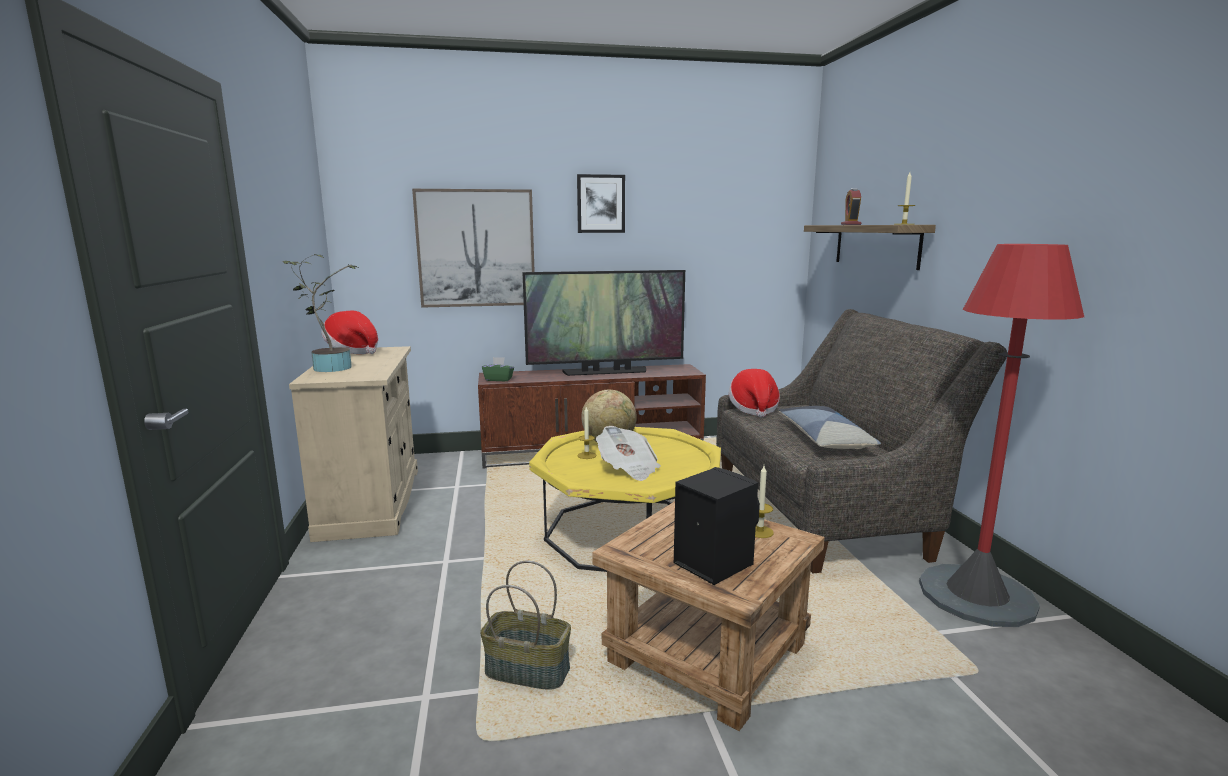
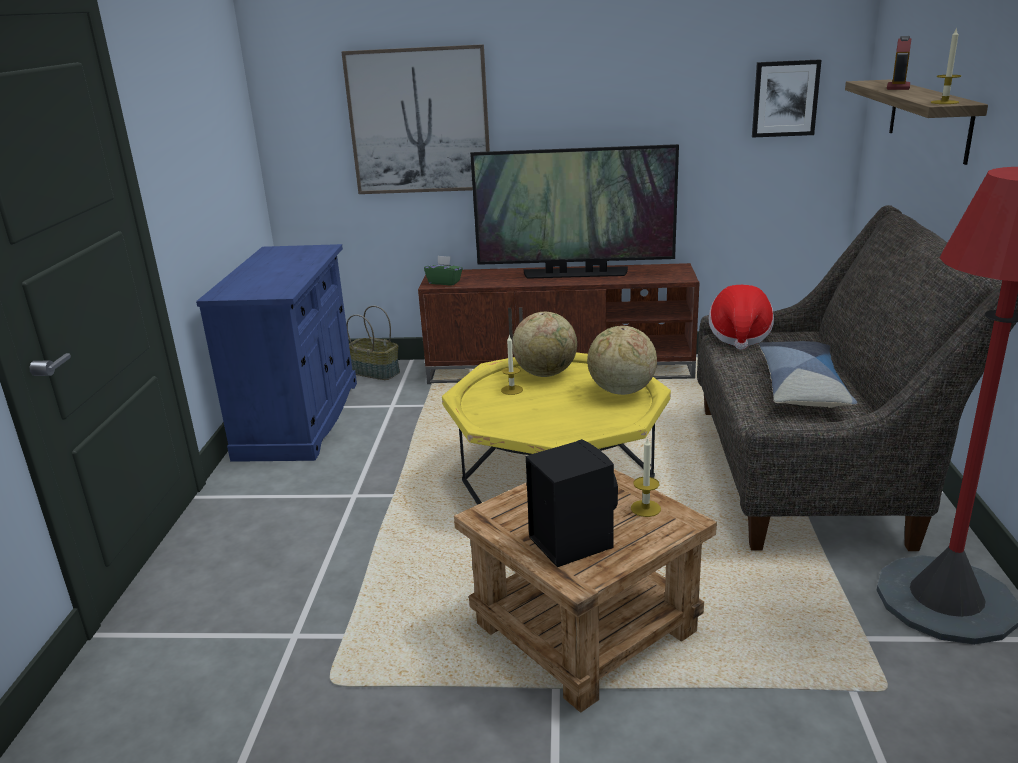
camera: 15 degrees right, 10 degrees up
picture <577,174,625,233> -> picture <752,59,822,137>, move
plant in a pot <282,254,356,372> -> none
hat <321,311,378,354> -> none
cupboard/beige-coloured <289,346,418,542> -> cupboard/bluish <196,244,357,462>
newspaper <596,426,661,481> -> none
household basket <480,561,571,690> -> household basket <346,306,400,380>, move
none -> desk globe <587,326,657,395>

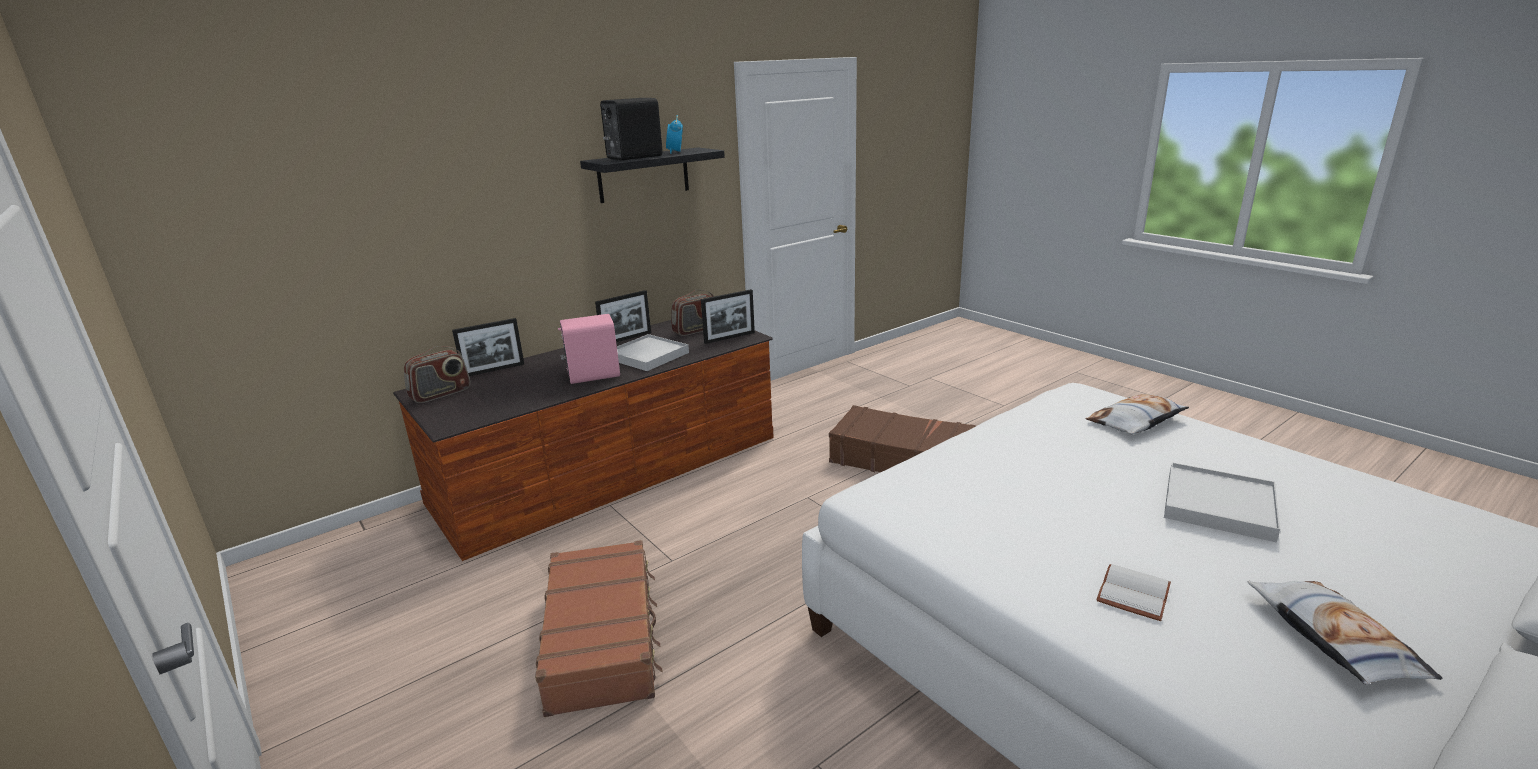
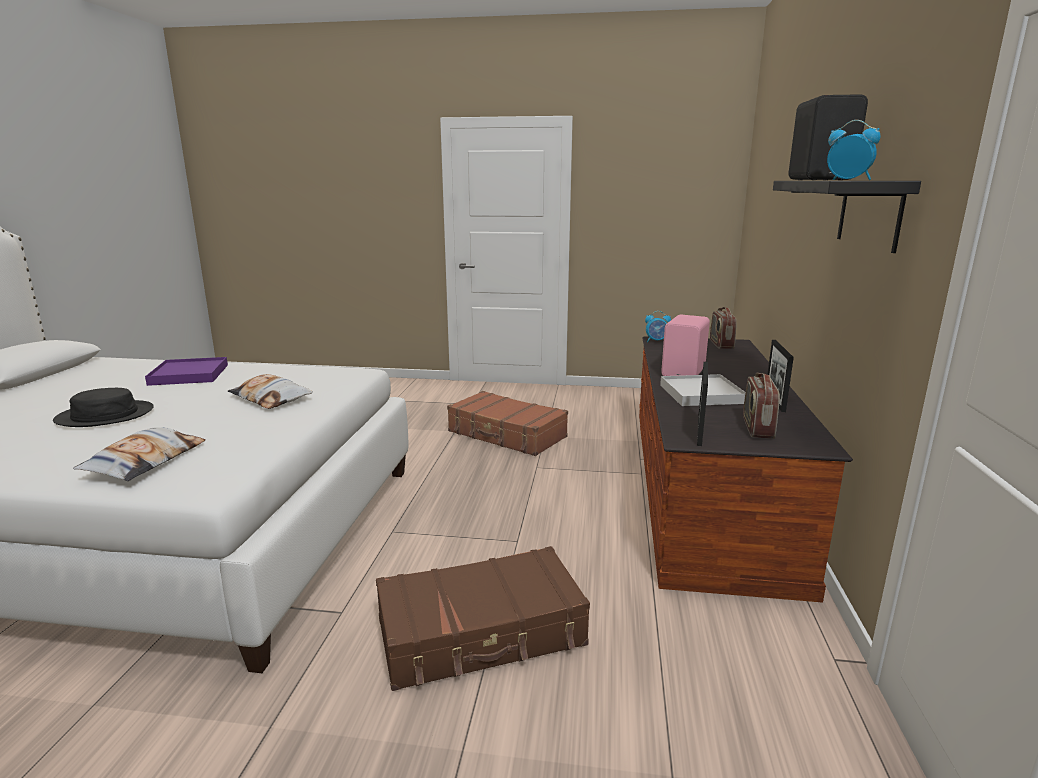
camera: 135 degrees right, 5 degrees down
standing frame <452,318,525,376> -> none
tray/white-coloured <1164,462,1280,542> -> hat/black <53,388,154,427>
bound book/white-coloured <1096,564,1171,621> -> tray/purplish <145,357,228,386>
cushion <1248,581,1443,685> -> cushion <227,374,313,409>, move
none -> bedside clock <645,311,671,342>

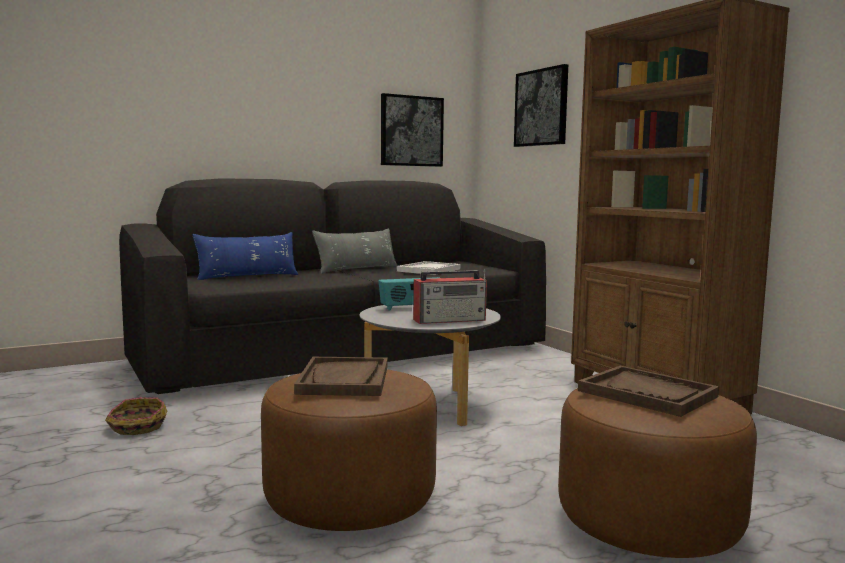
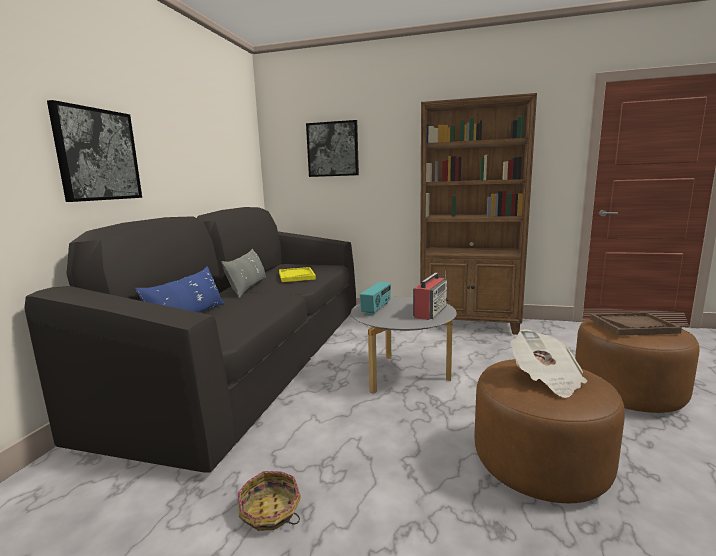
camera: 45 degrees left, 5 degrees up
picture <381,93,444,167> -> picture <47,100,142,202>, move
tray/white-coloured <397,261,460,275> -> tray/yellow <279,267,316,282>
tray/brown <294,357,388,396> -> newspaper <510,329,587,398>

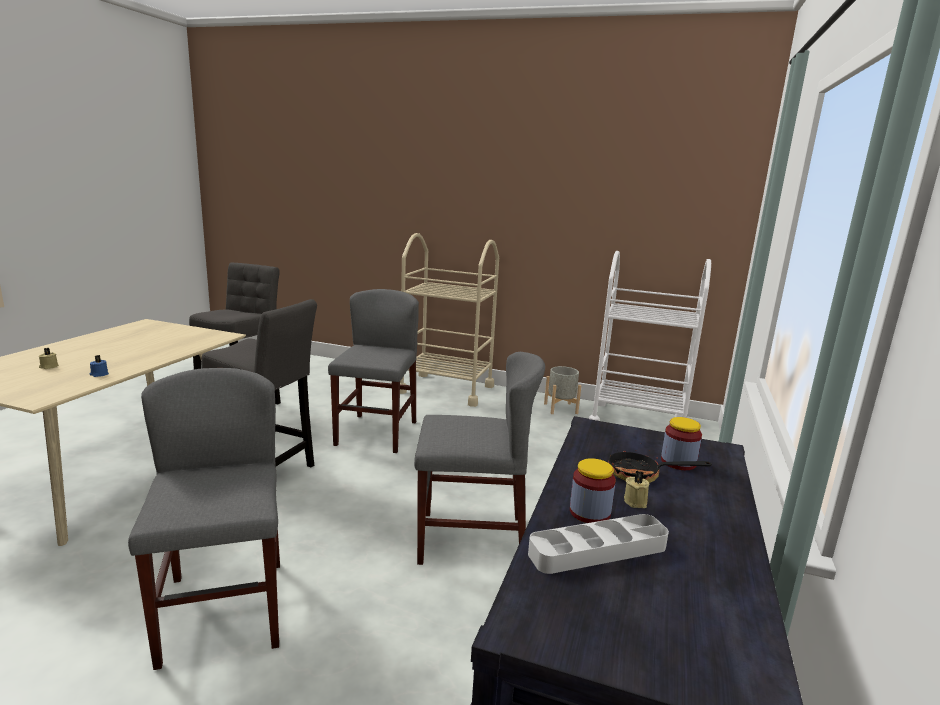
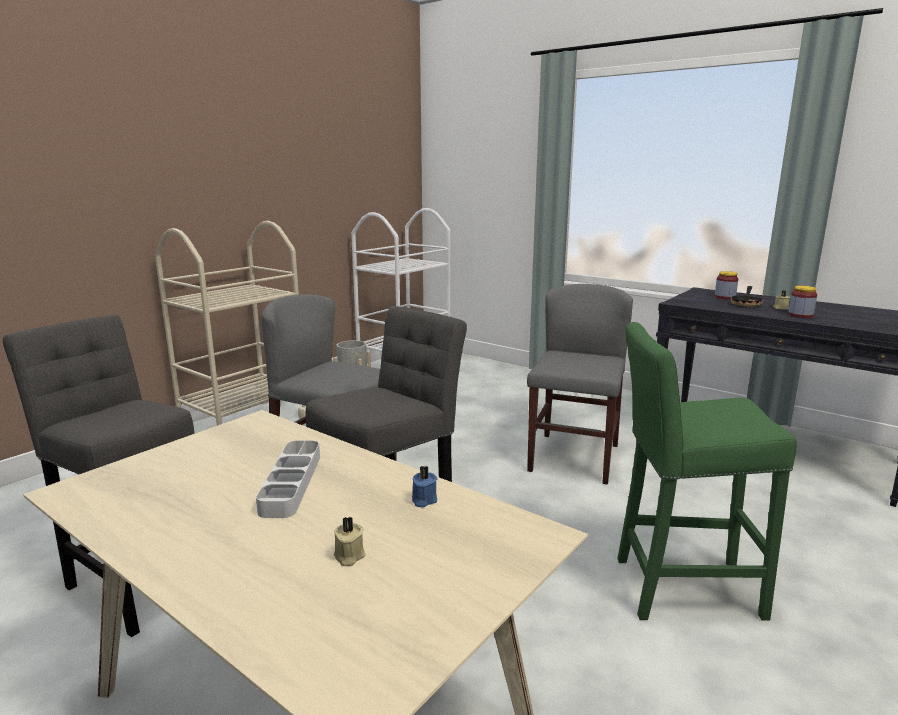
camera: 70 degrees left, 0 degrees up
upright chair/grey <128,368,280,670> -> sitting stool/green <617,322,796,621>
tray/grey <528,514,669,574> -> tray/grey <256,441,320,518>, move

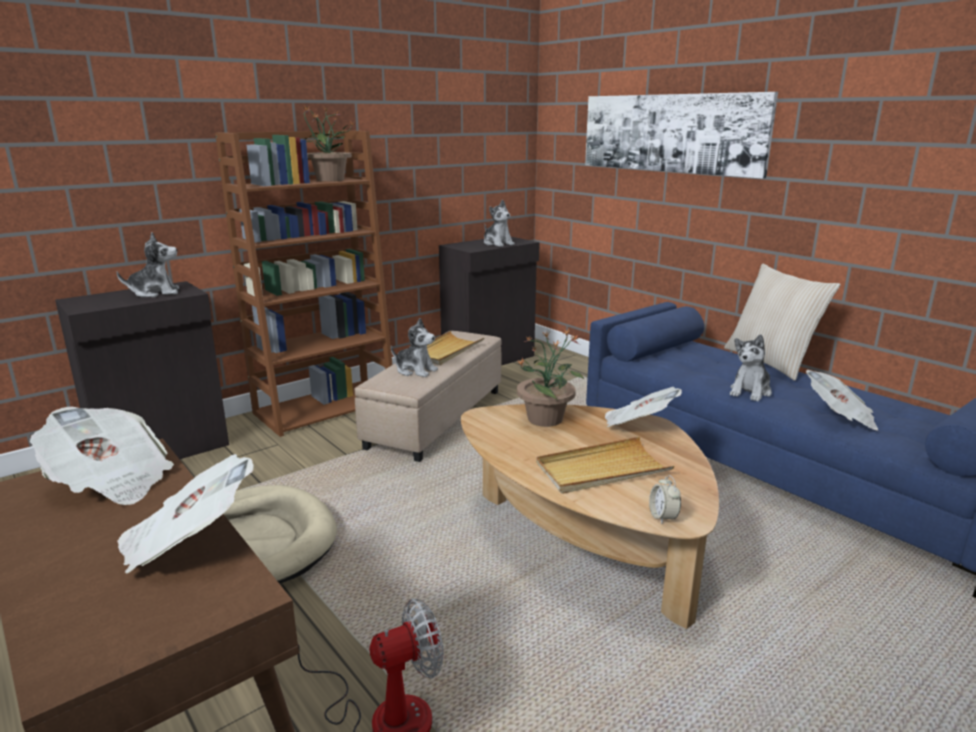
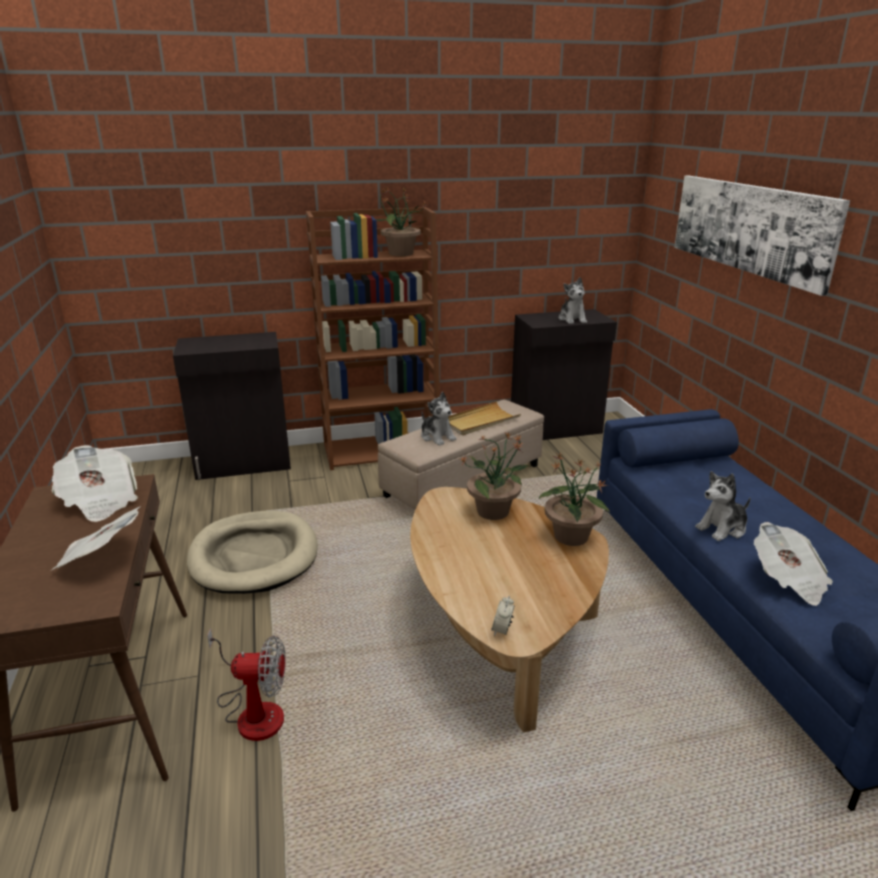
camera: 25 degrees right, 5 degrees up
cuddly toy <116,232,179,297> -> none
cushion/beige-coloured <724,264,841,381> -> none
newspaper <605,387,682,427> -> plant in a pot <539,452,610,546>
tray/beige-coloured <536,437,675,494> -> none

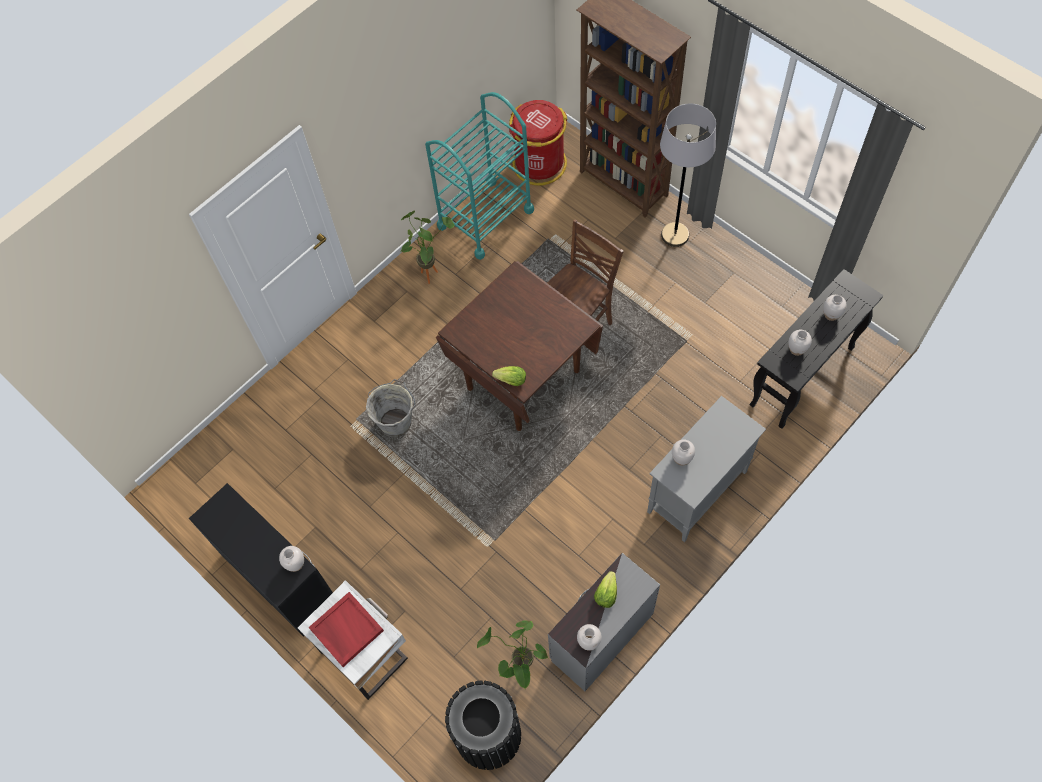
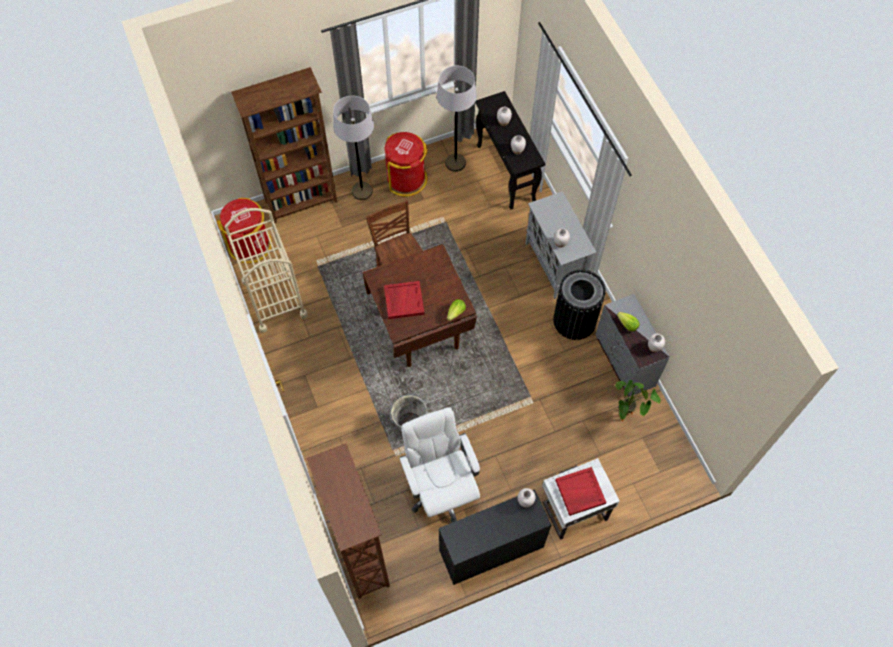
camera: 70 degrees left, 0 degrees up
trolley/turquoise-coloured <425,92,534,260> -> trolley/beige-coloured <225,208,308,333>
plant in a pot <401,211,455,284> -> none
waste bin/black <445,680,521,770> -> waste bin/black <553,269,606,340>, move
none -> standard lamp/grey <437,66,477,172>
none -> waste bin/reddish <385,132,428,196>
none -> tray/reddish <384,281,424,319>
none -> computer chair/white-coloured <399,407,480,523>
none -> shelving unit/brown <307,443,390,599>

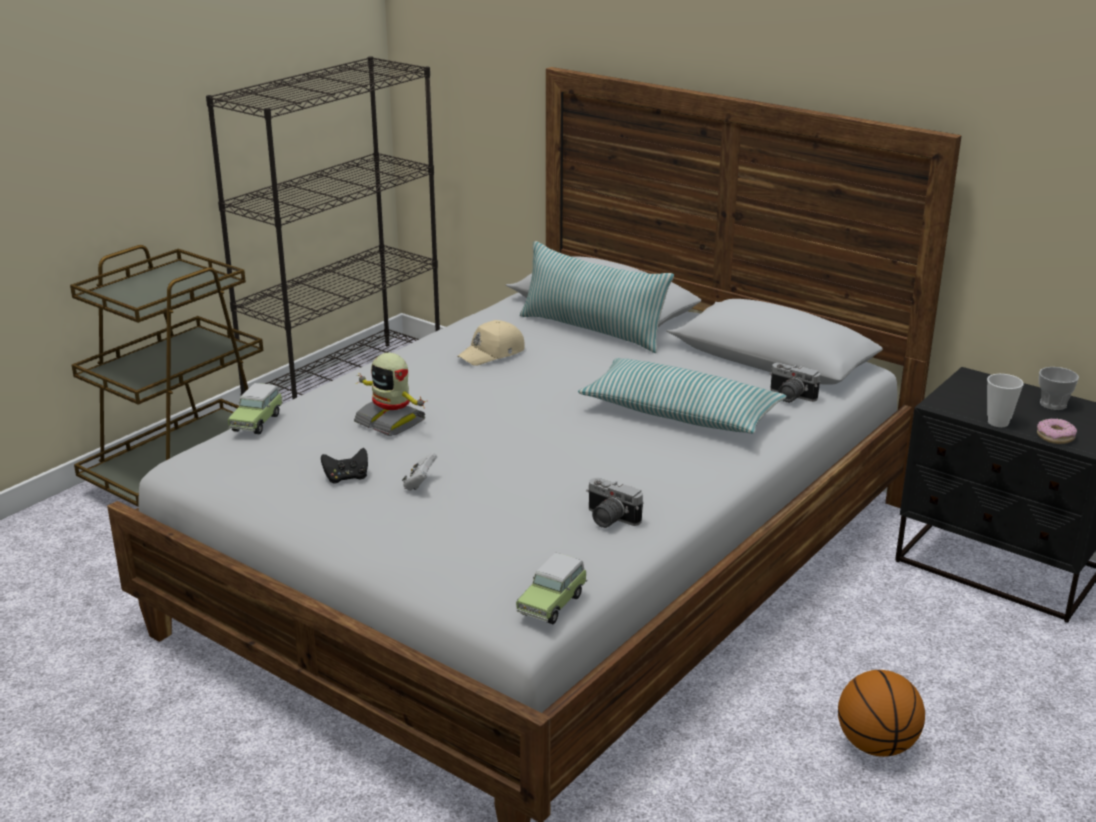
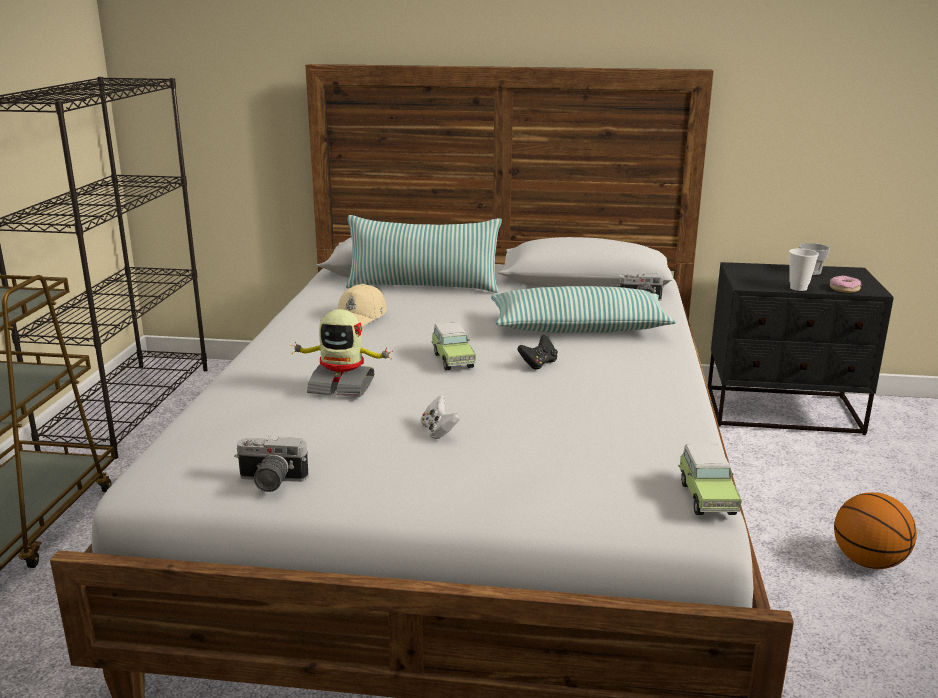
camera: 30 degrees left, 5 degrees down
miniature car <228,383,283,434> -> miniature car <431,322,476,370>, move
joypad/black <321,448,368,484> -> joypad/black <518,335,558,370>, move
photo camera <586,478,644,528> -> photo camera <234,436,309,492>, move

